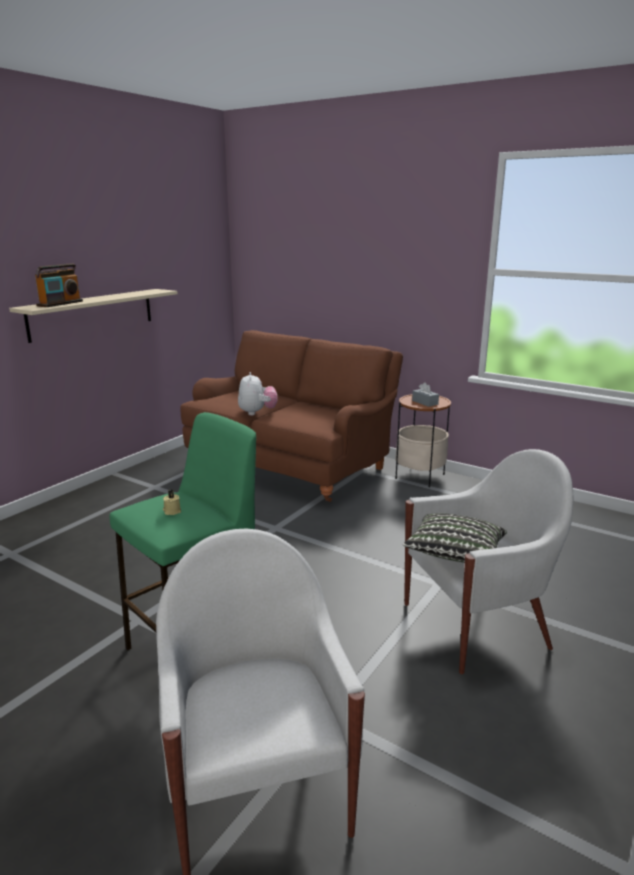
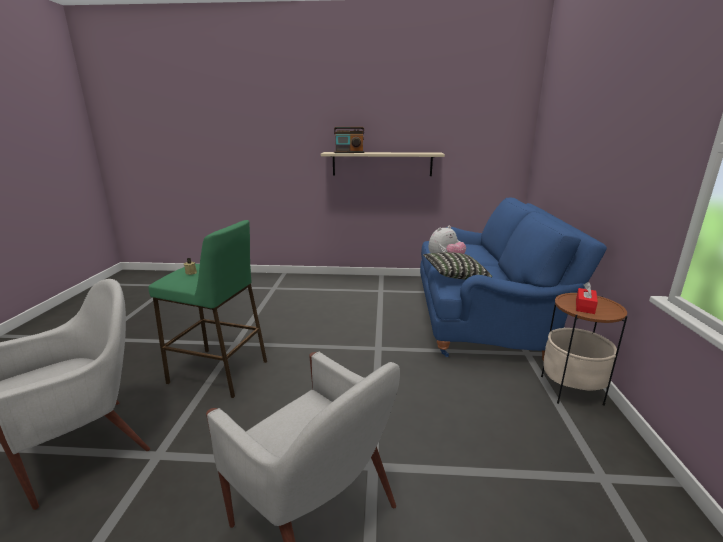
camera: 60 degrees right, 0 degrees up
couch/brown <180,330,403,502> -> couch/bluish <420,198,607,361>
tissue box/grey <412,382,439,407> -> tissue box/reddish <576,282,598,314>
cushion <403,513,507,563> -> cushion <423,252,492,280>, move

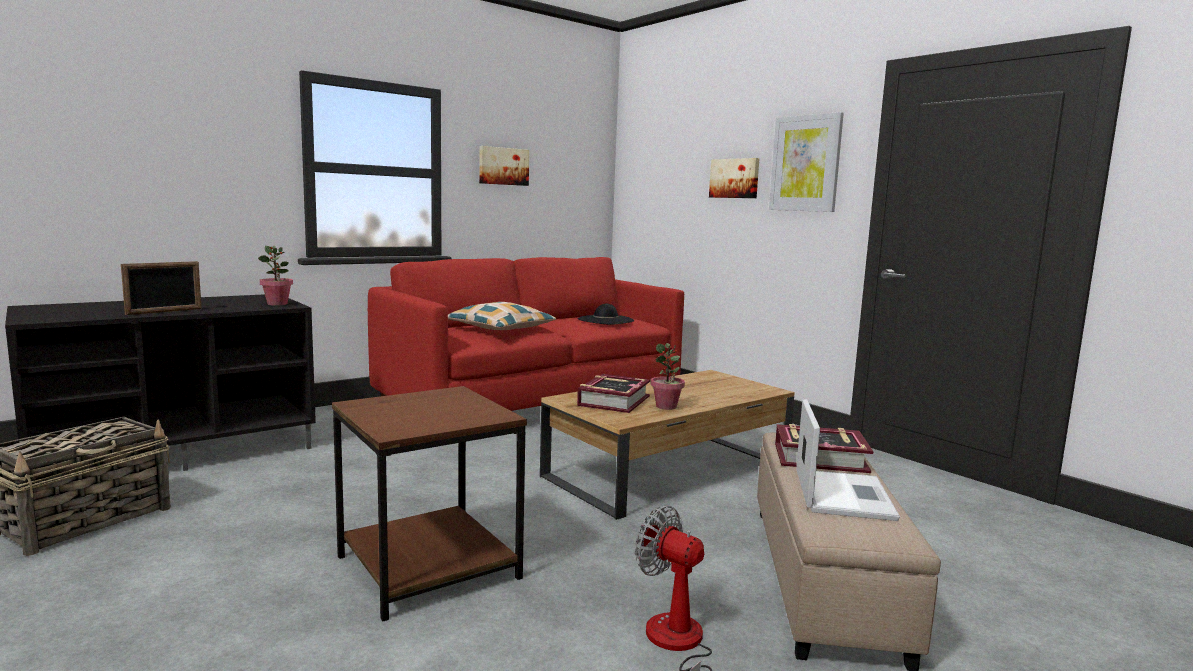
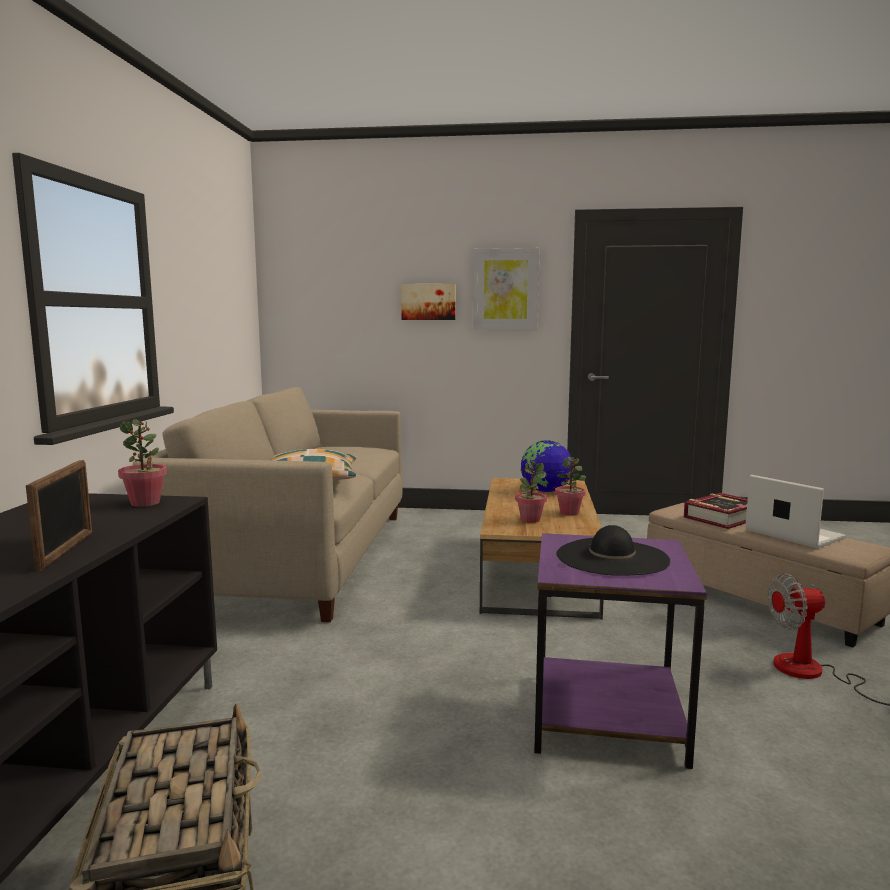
camera: 45 degrees left, 0 degrees up
picture <479,146,529,186> -> none
couch/reddish <368,257,684,411> -> couch/beige-coloured <133,387,403,622>
hat/black <578,304,634,324> -> hat/black <556,525,671,576>, move
bound book <577,374,650,413> -> plant in a pot <515,461,547,523>
side table/brown <332,386,527,621> -> side table/purplish <534,533,707,769>
none -> desk globe <521,440,573,492>

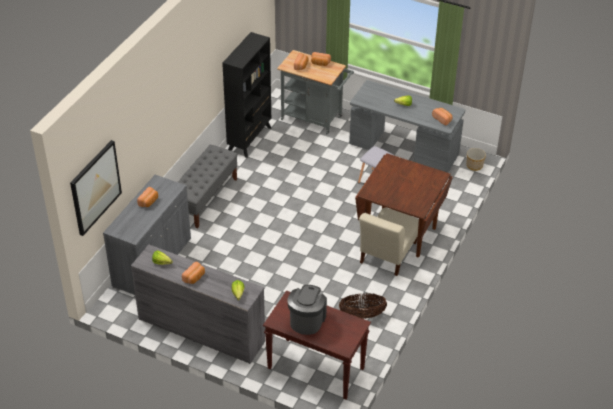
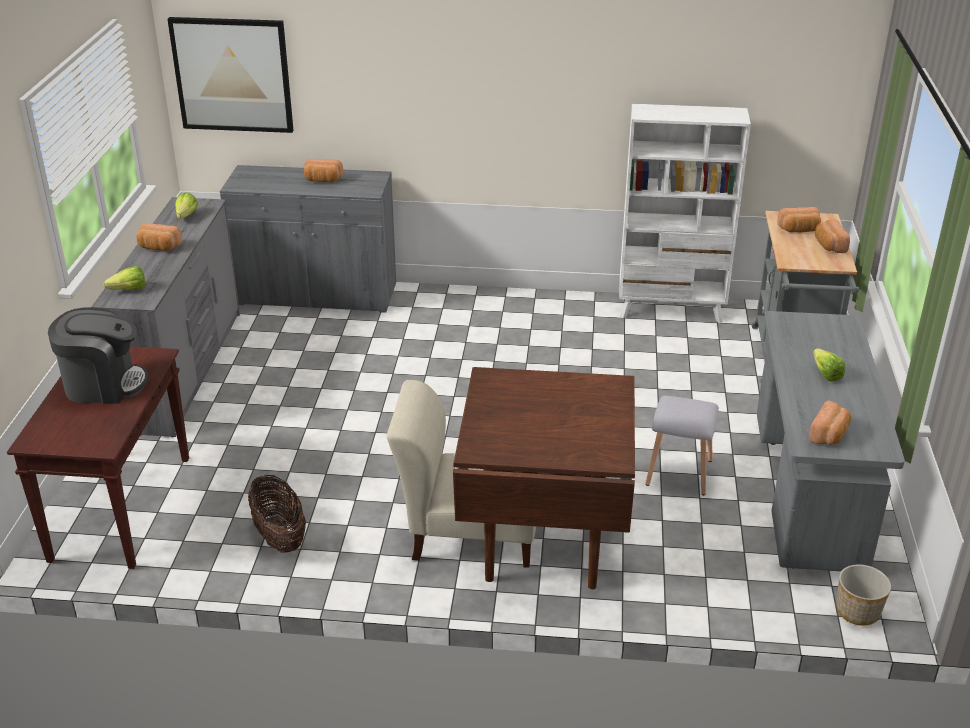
camera: 70 degrees right, 10 degrees down
shelving unit/black <222,32,271,158> -> shelving unit/white-coloured <619,104,751,323>
indoor bench/grey <178,145,238,228> -> none

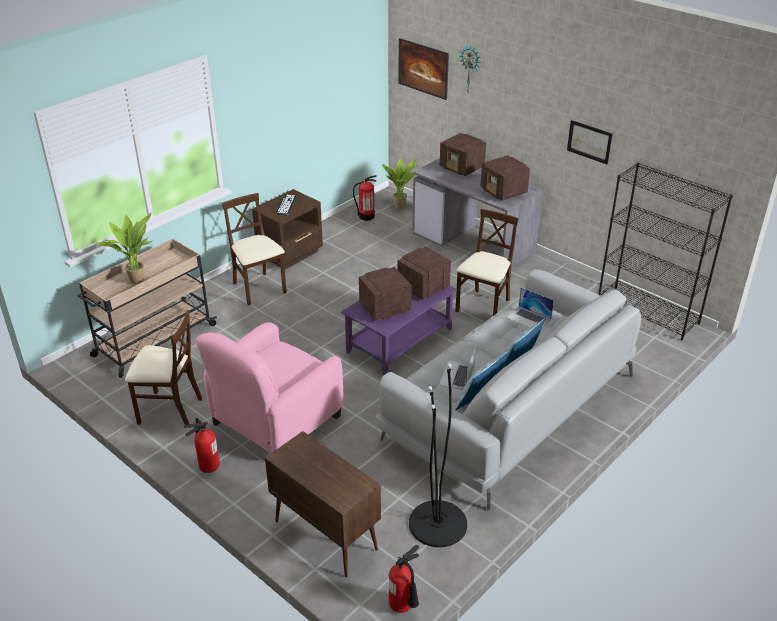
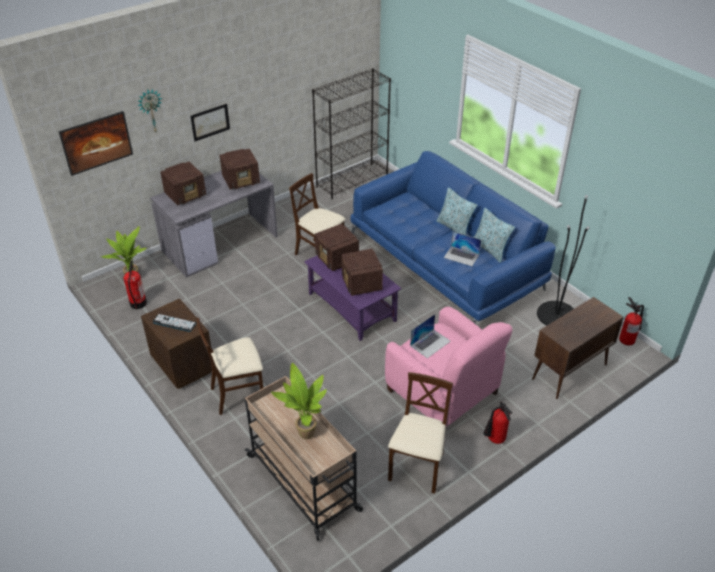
camera: 80 degrees left, 5 degrees up
picture <567,120,612,164> -> picture <191,104,230,141>, move
couch/grey <375,269,642,510> -> couch/bluish <350,151,556,324>
notebook computer <507,288,554,328> -> notebook computer <410,314,451,358>, move

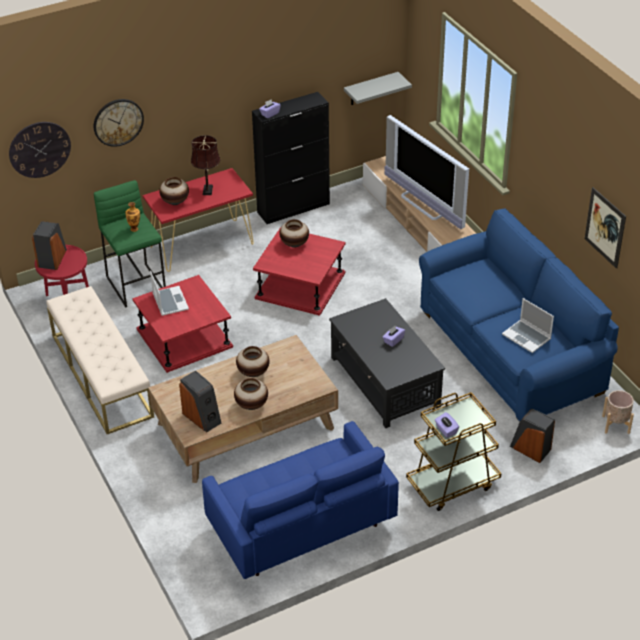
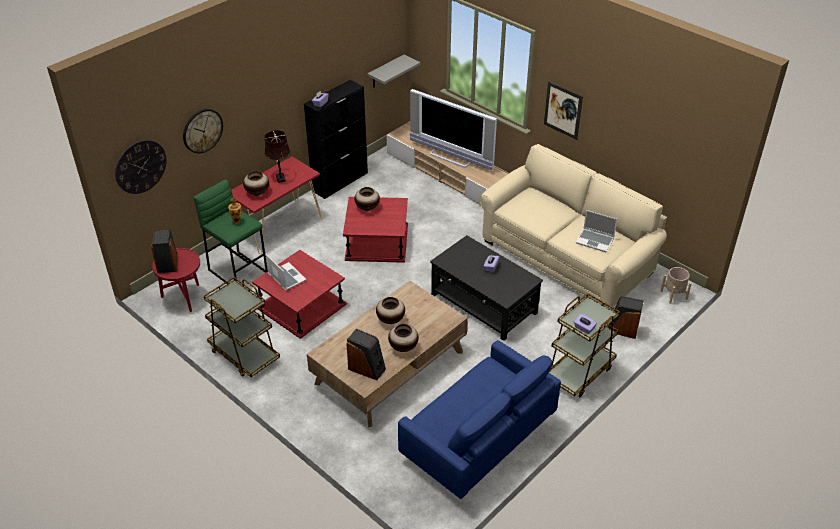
camera: 20 degrees left, 0 degrees up
picture <584,187,626,268> -> picture <544,81,583,140>, move
couch/bluish <419,208,619,422> -> couch/beige-coloured <480,144,667,310>
indoor bench/beige-coloured <46,286,154,434> -> trolley/brown <204,277,280,377>

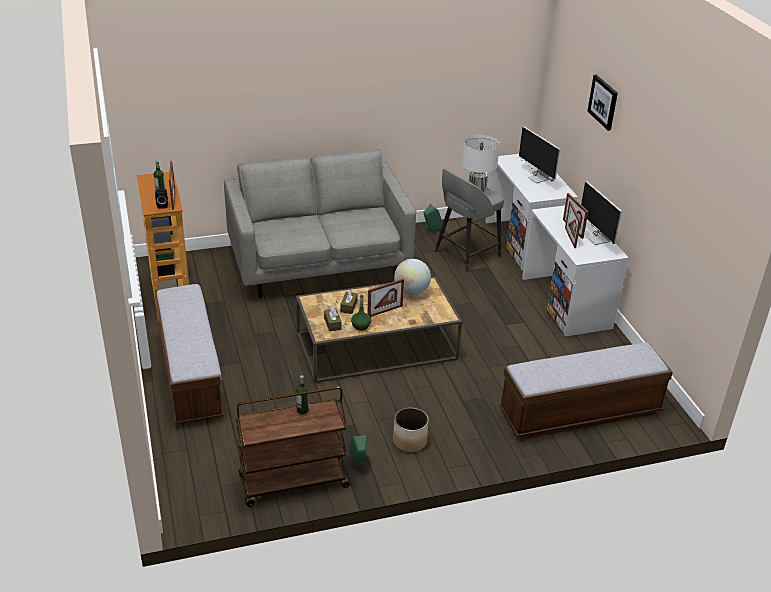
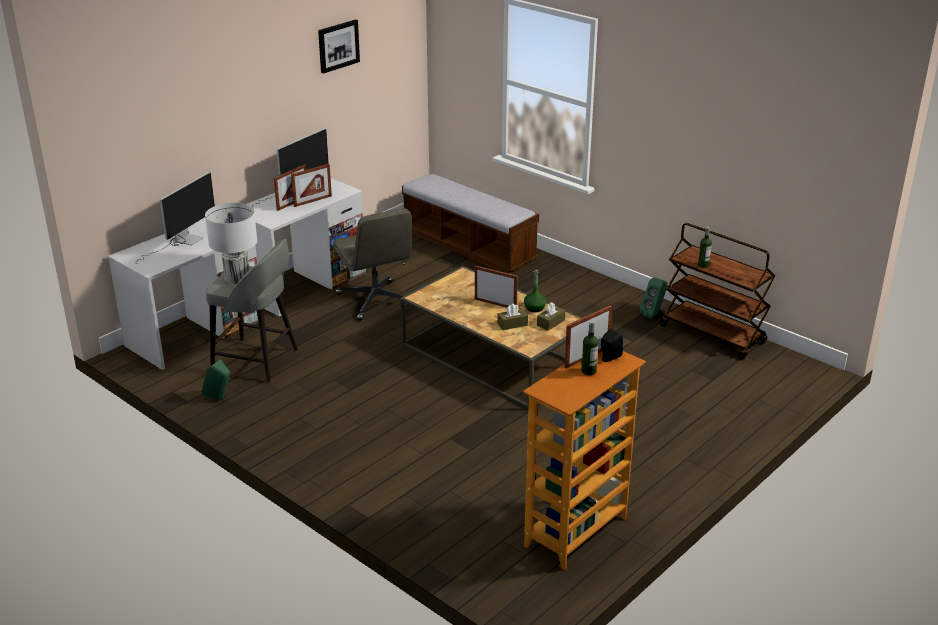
camera: 120 degrees left, 5 degrees down
picture <587,75,618,131> -> picture <318,20,360,74>, move
couch/grey <224,149,416,298> -> none
desk globe <394,259,431,296> -> none
indoor bench <155,284,223,425> -> none
flower pot <393,407,428,452> -> none
none -> computer chair/grey <333,208,413,321>

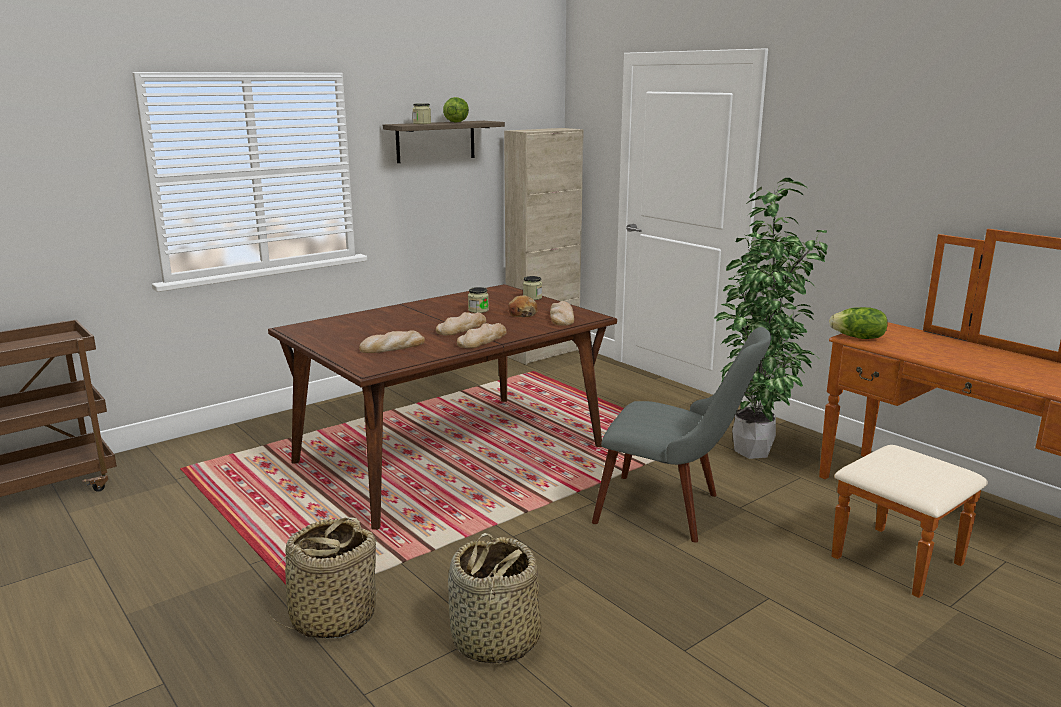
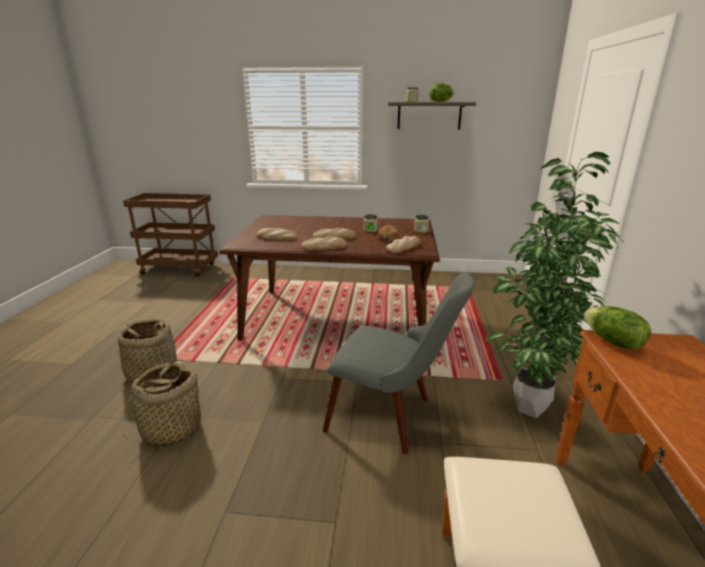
camera: 45 degrees right, 5 degrees up
cupboard/beige-coloured <504,128,584,365> -> none
upright chair/grey <592,327,771,543> -> upright chair/grey <323,272,475,454>, 45 degrees counterclockwise

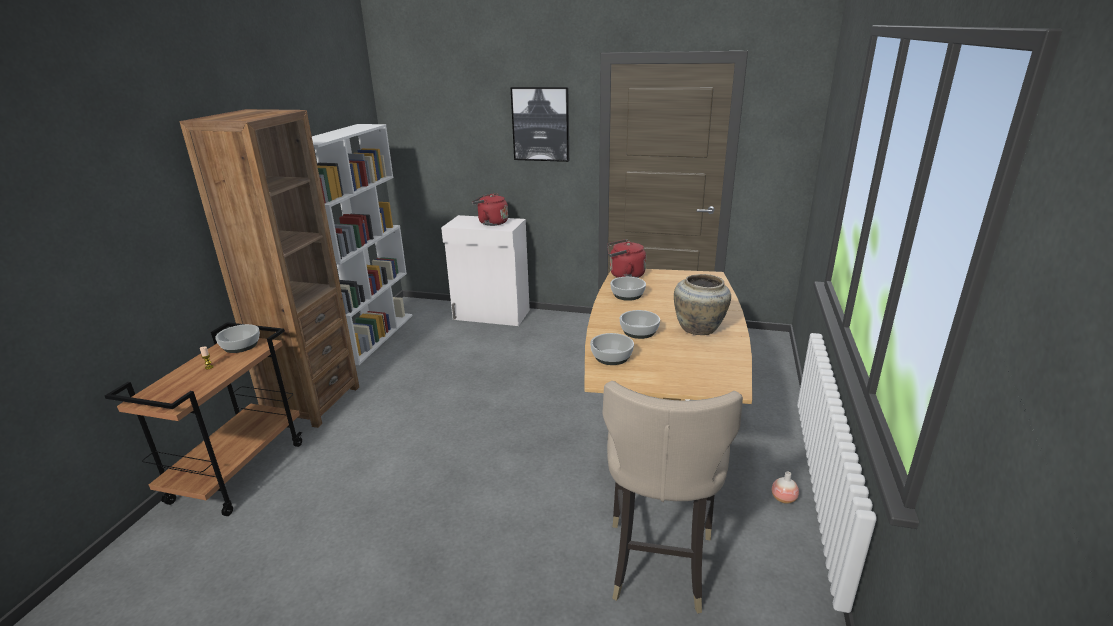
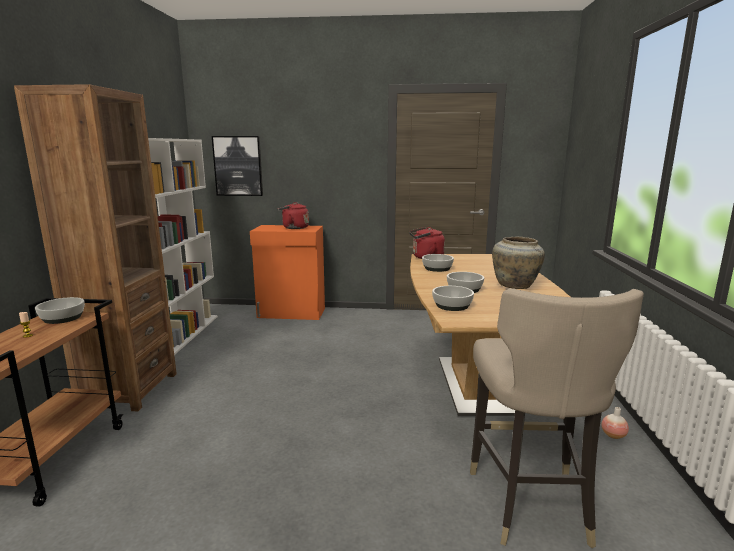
camera: 10 degrees left, 10 degrees down
picture <511,87,569,162> -> picture <212,136,263,196>, move
cupboard/white-coloured <441,215,530,326> -> cupboard/orange-coloured <250,225,325,320>

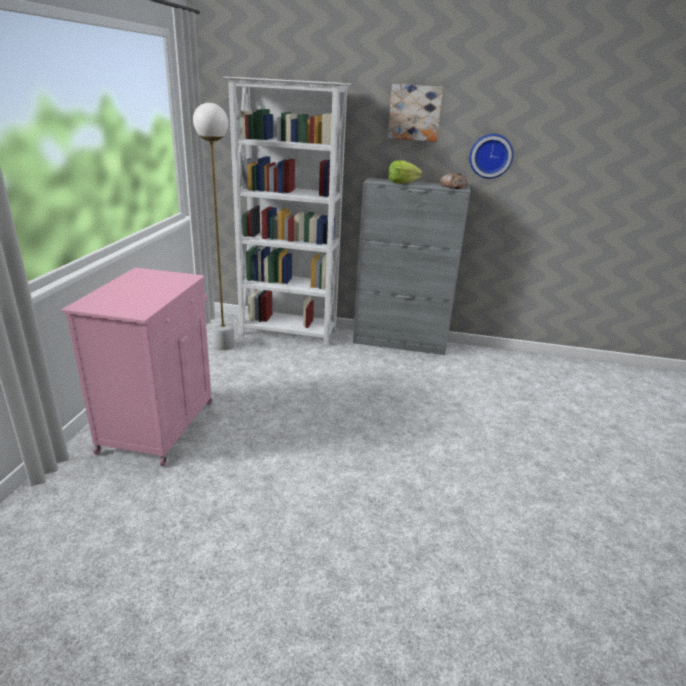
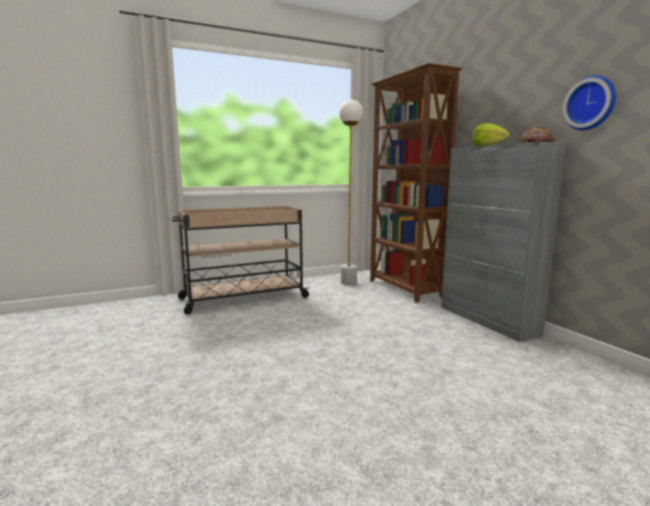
camera: 55 degrees right, 15 degrees down
shelving unit/white-coloured <223,77,351,346> -> shelving unit/brown <370,63,462,303>
picture <388,84,443,142> -> none
cupboard/pinkish <61,268,212,466> -> trolley/beige-coloured <170,206,310,315>

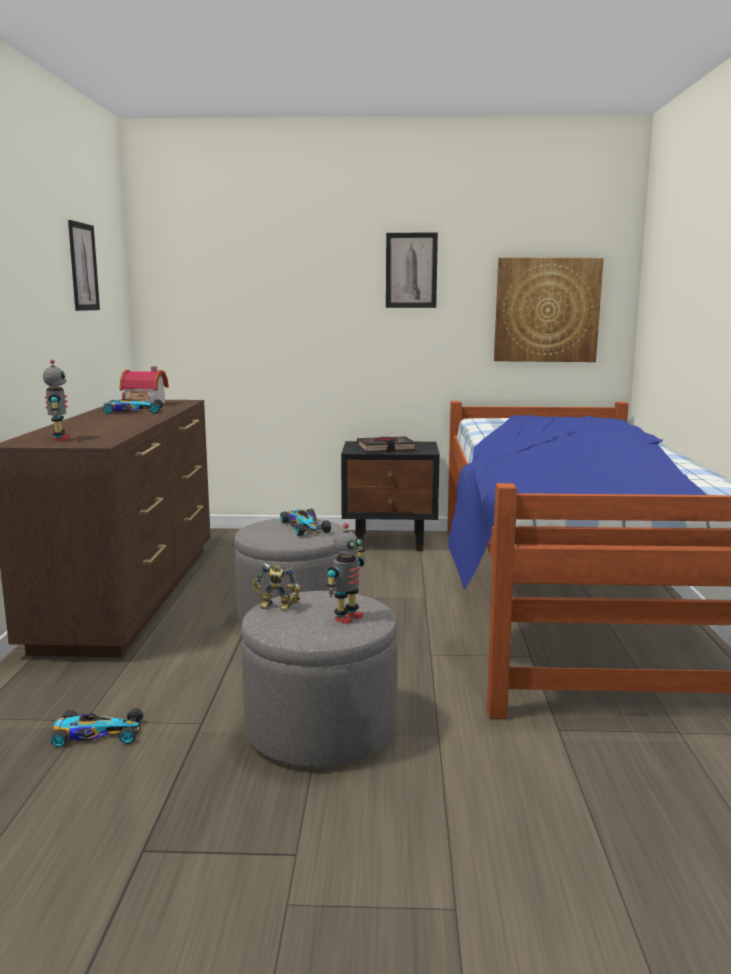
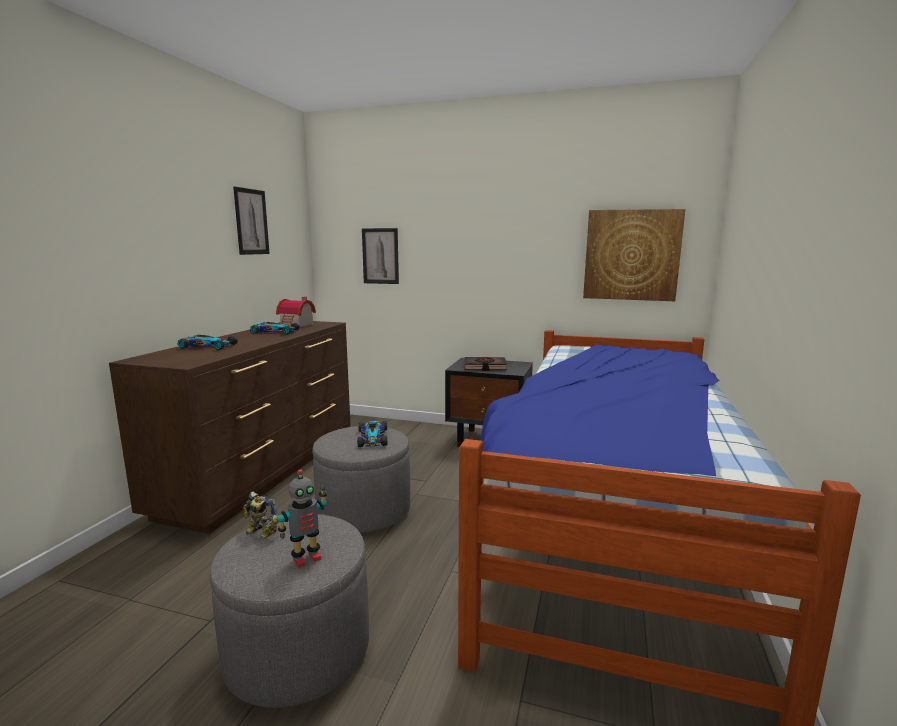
camera: 15 degrees right, 0 degrees up
picture <386,233,438,308> -> picture <362,228,399,284>, move
model robot <43,360,70,441> -> none
miniature car <51,708,144,747> -> miniature car <177,335,238,350>, move

